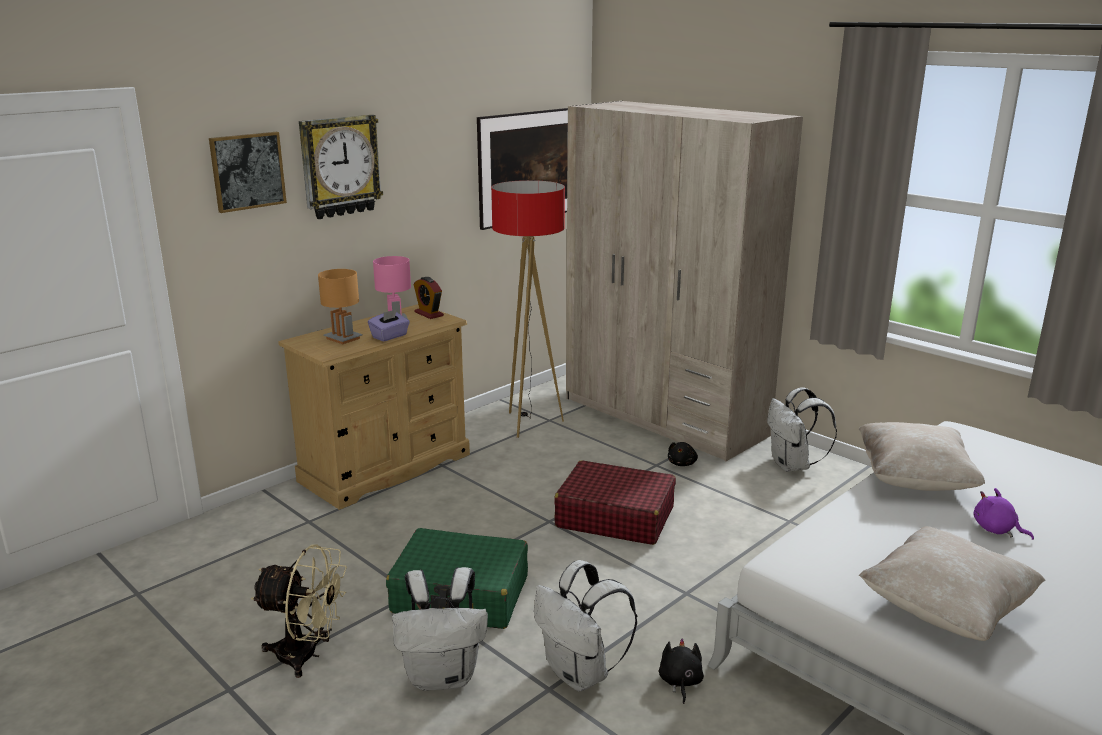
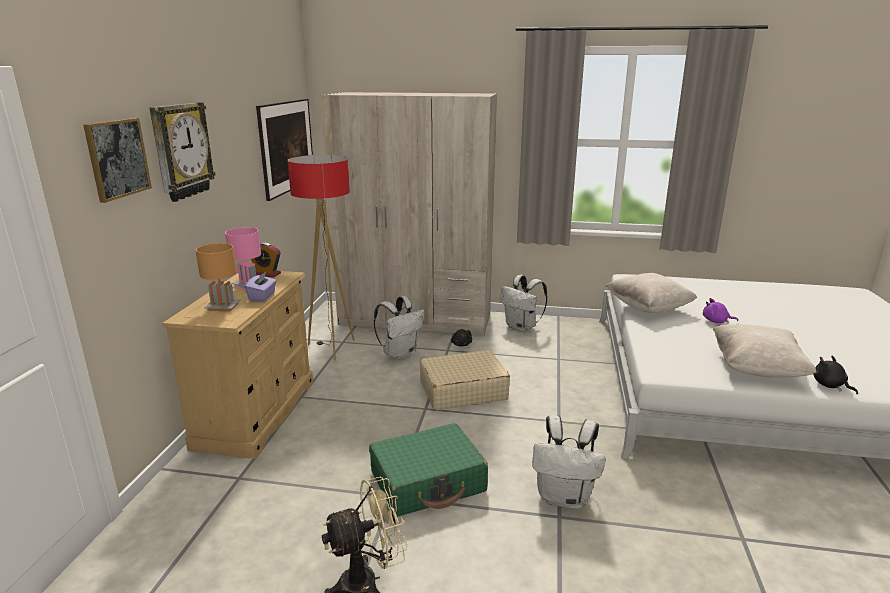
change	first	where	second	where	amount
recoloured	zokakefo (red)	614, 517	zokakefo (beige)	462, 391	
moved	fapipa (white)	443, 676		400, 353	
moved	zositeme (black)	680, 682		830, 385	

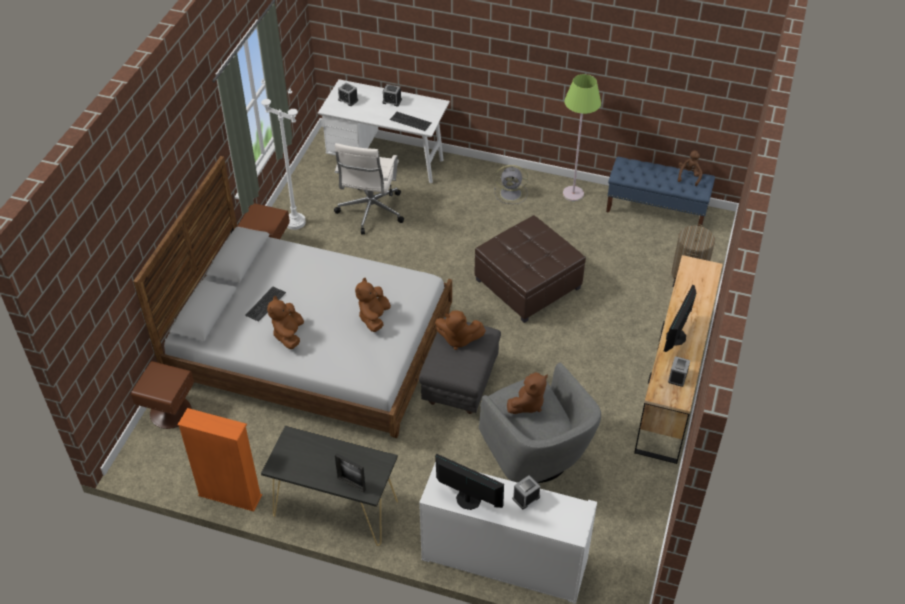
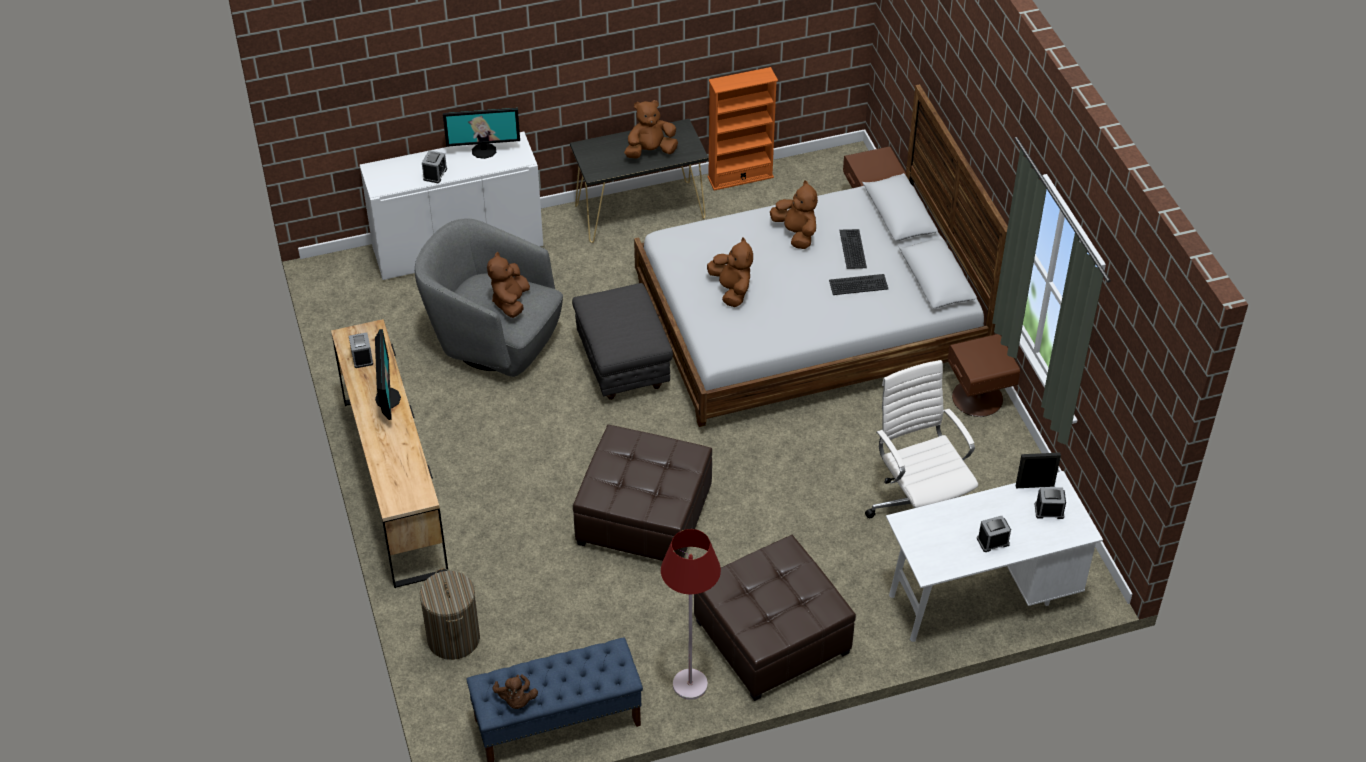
change	first	where	second	where	amount
recoloured	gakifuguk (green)	573, 194	gakifuguk (red)	690, 684	
removed	gakifuguk (white)	295, 222			
moved	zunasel	410, 121		858, 285	
replaced	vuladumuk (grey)	511, 193	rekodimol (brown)	771, 638	
moved	zositeme (brown)	458, 339		650, 151	
moved	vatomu	351, 484		1034, 486	

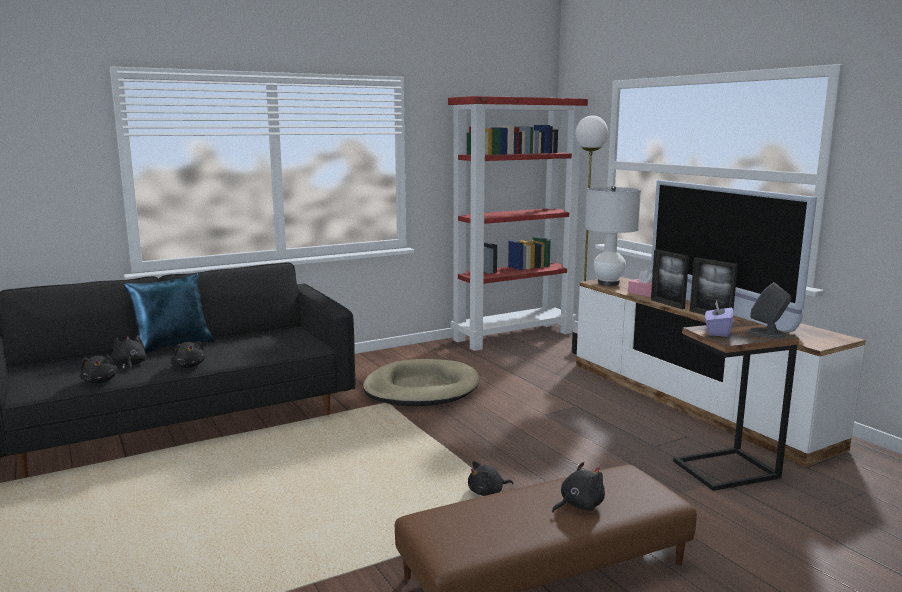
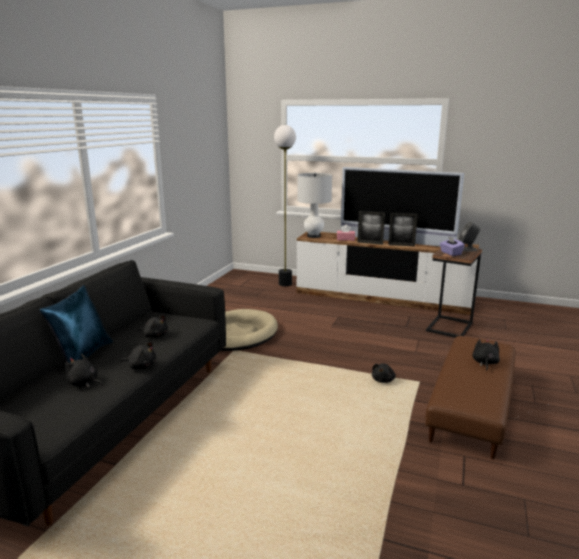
change	first	where	second	where	amount
removed	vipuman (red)	514, 336			
moved	zositeme (black)	99, 381		154, 335	

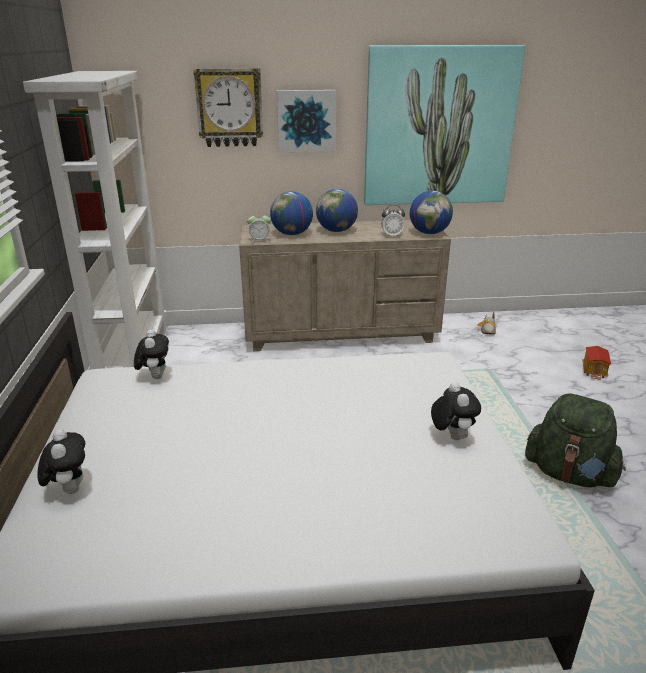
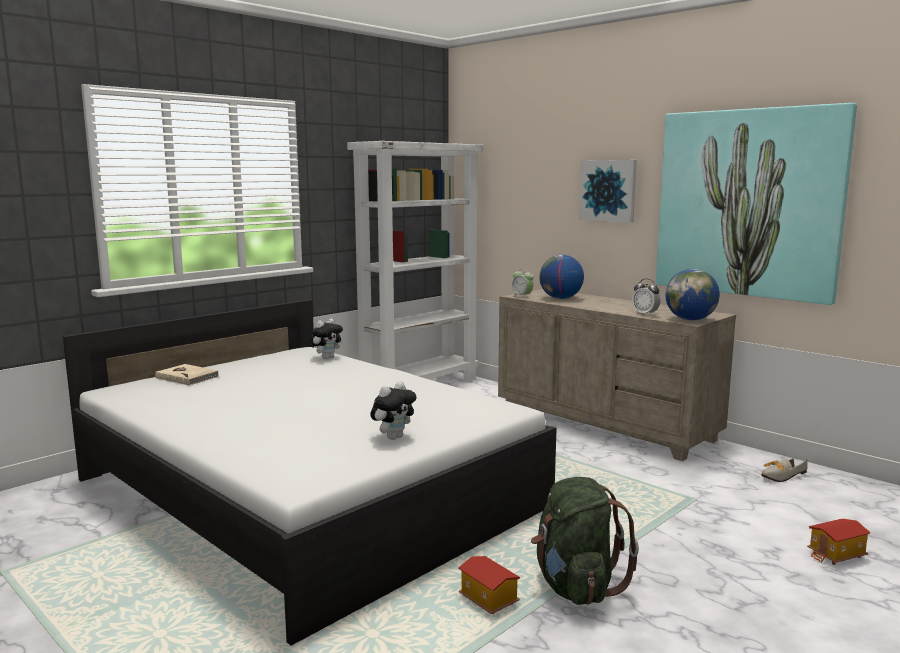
change	first	where	second	where	amount
removed	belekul	229, 108			
removed	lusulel	336, 231			
replaced	zositeme	69, 489	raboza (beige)	187, 377	
added			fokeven	487, 601	

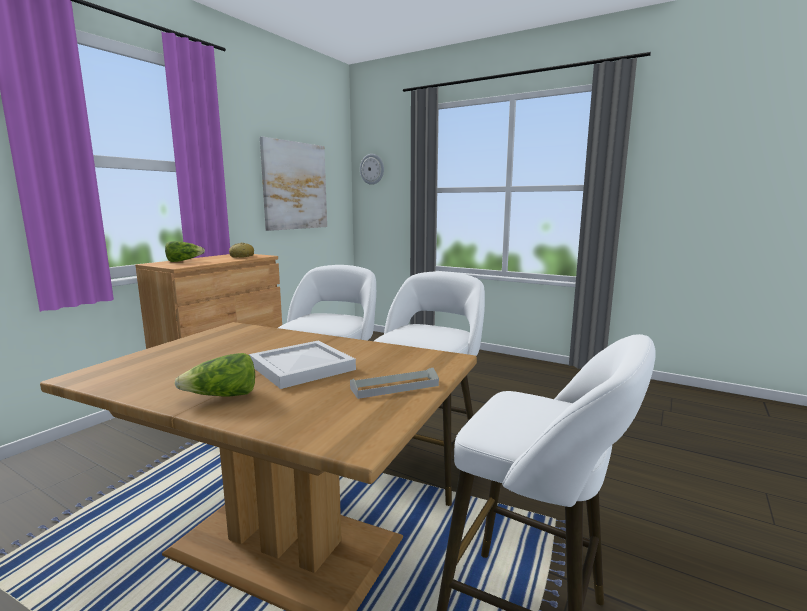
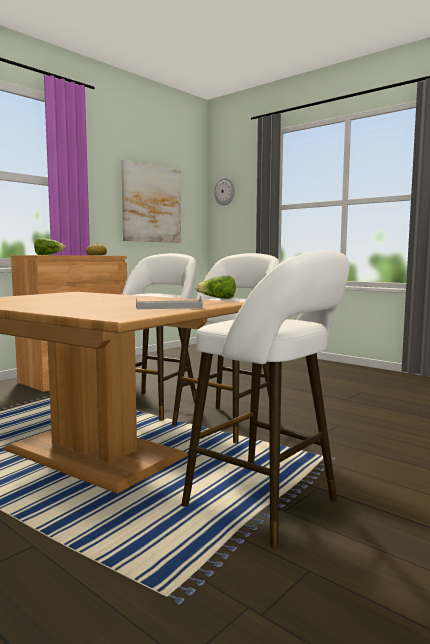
change	first	where	second	where	amount
removed	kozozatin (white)	303, 367			
moved	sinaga	222, 396		217, 298	

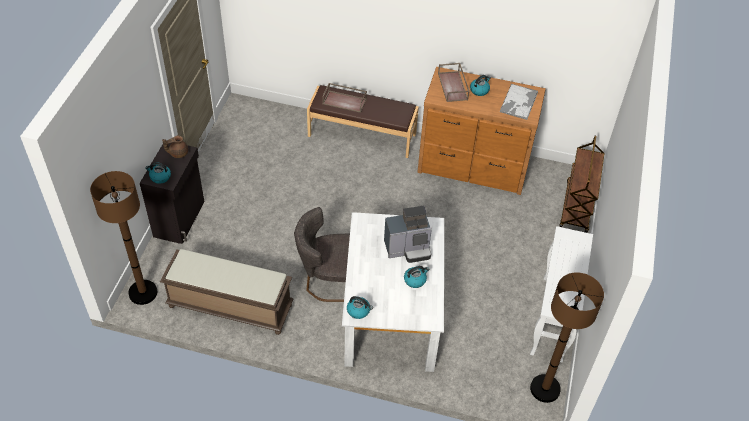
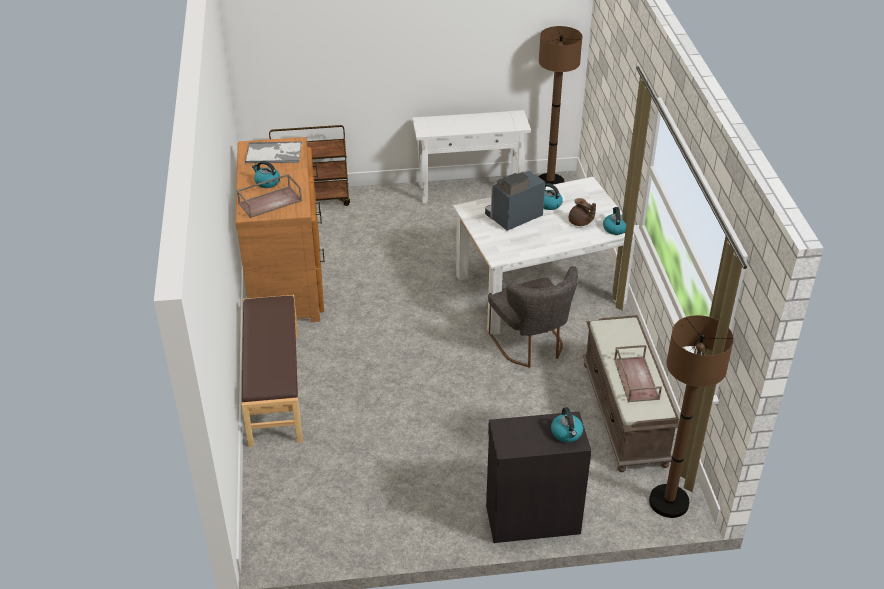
change	first	where	second	where	amount
moved	kozozatin (brown)	345, 101		635, 378	
moved	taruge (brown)	178, 153		580, 222	
turned	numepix	408, 249		513, 217	90 degrees counterclockwise

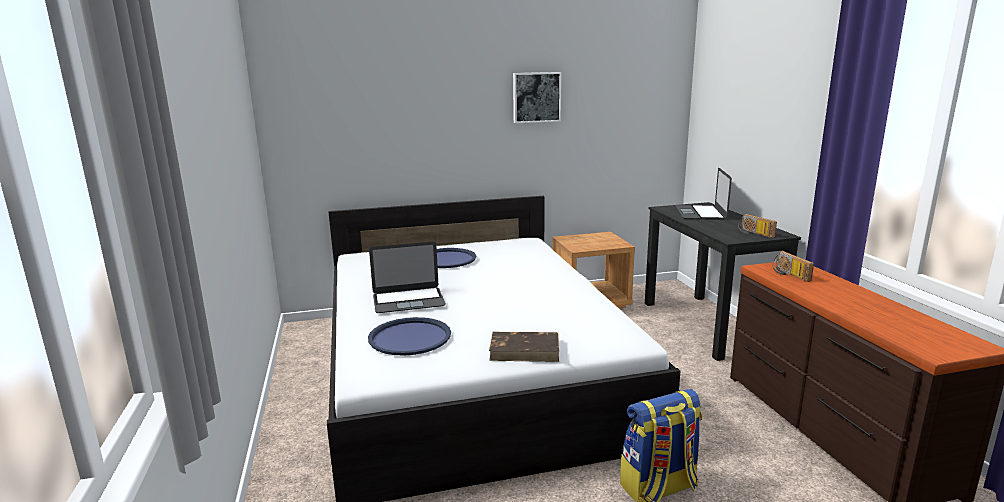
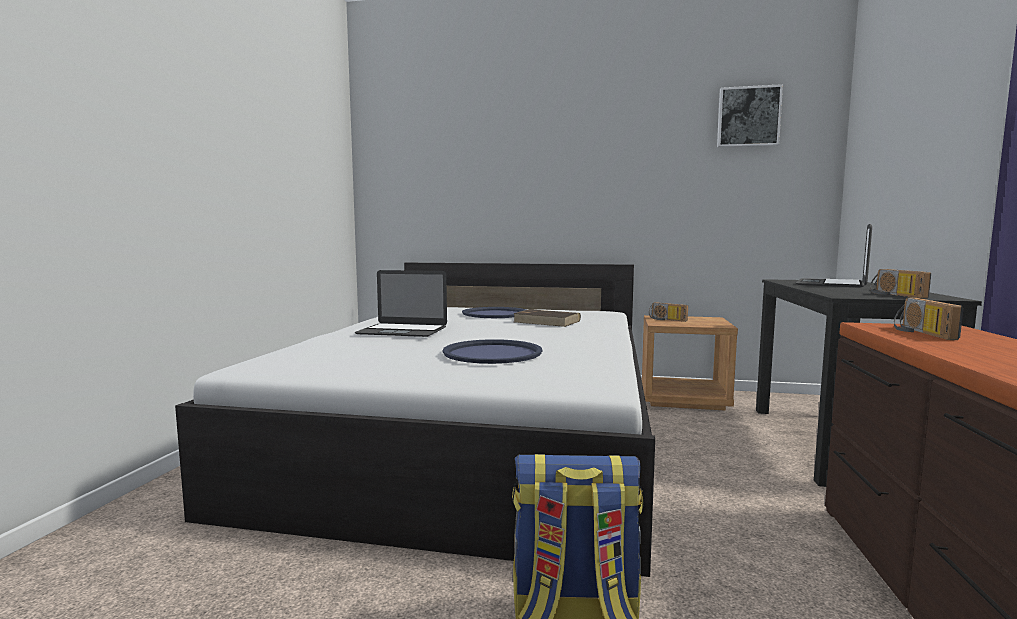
change	first	where	second	where	amount
moved	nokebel	536, 97		748, 117	
moved	kozozatin (blue)	410, 337		492, 353	
moved	raboza (brown)	525, 350		547, 321	
added			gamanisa	666, 320	

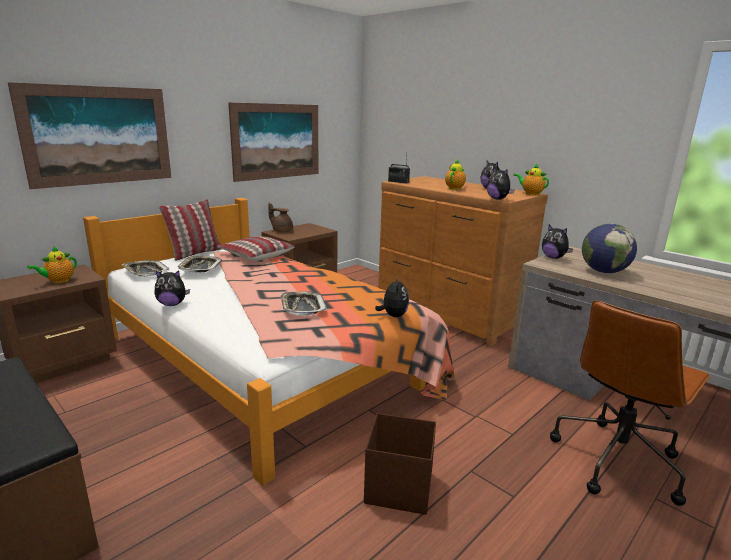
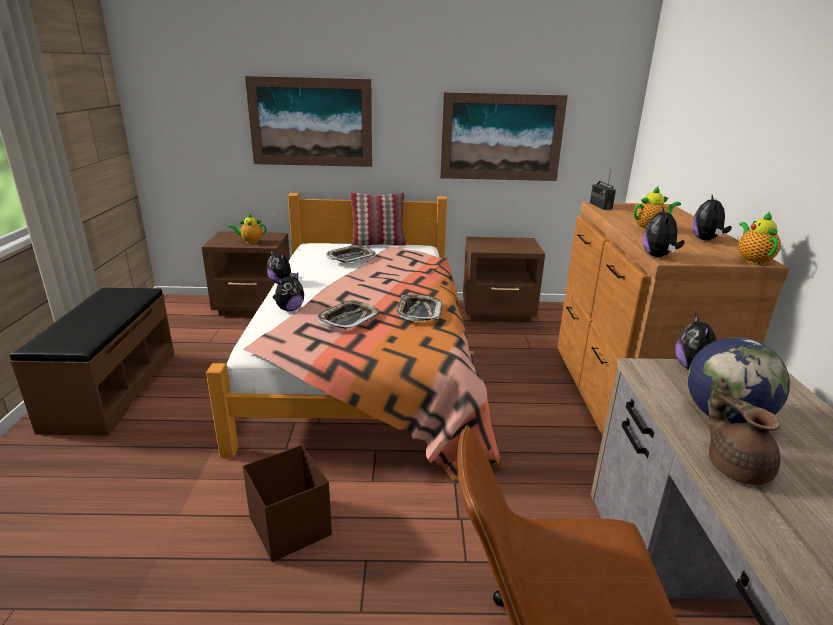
change	first	where	second	where	amount
moved	taruge (brown)	282, 231		736, 466	
removed	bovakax	256, 255			
moved	kozozatin	145, 272		419, 312	
moved	zositeme	393, 315		289, 309	

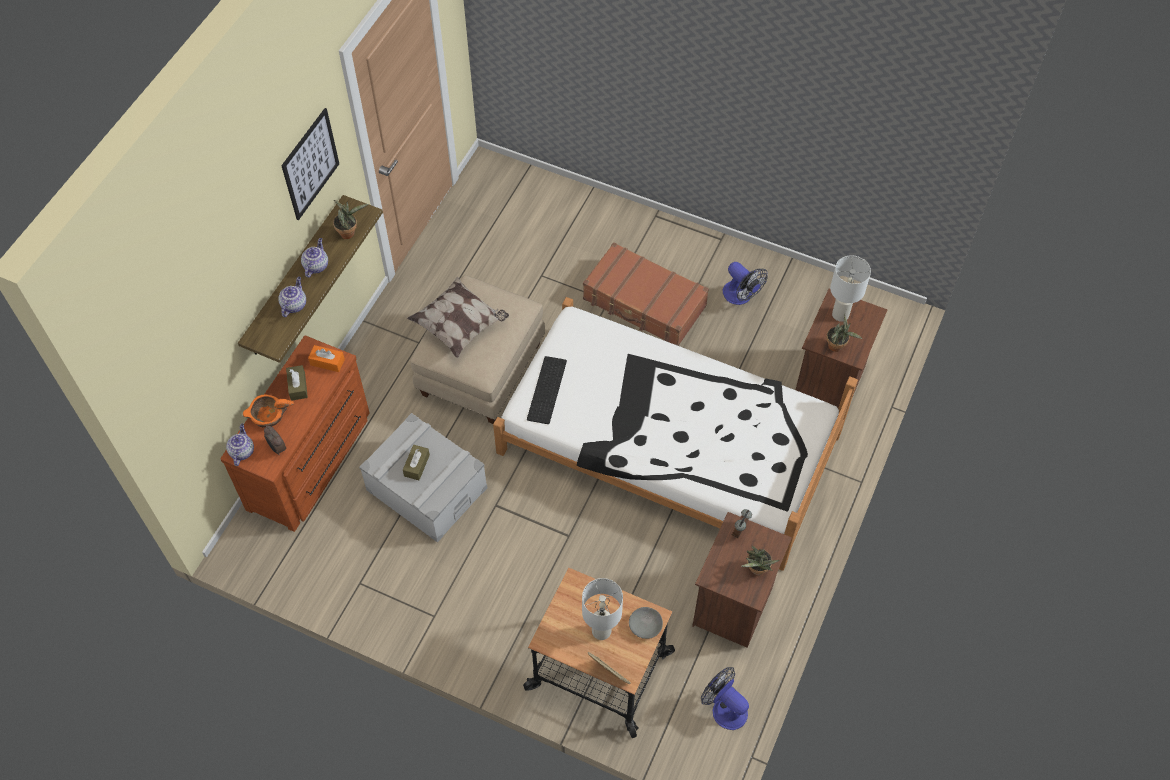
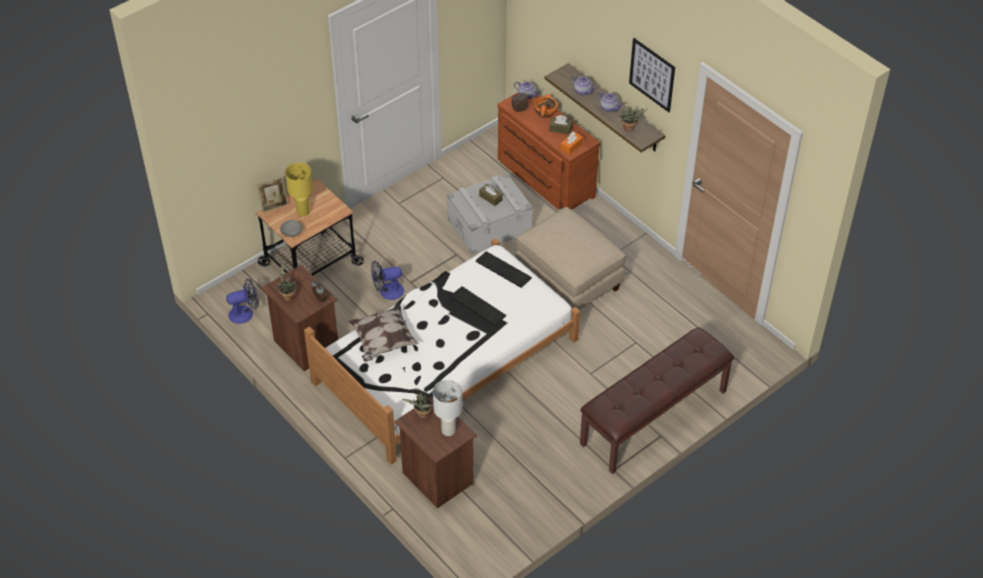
change	first	where	second	where	amount
removed	zokakefo (brown)	644, 303			
moved	vuladumuk	741, 296		387, 292	
moved	bovakax	459, 326		383, 341	
recoloured	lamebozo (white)	601, 631	lamebozo (yellow)	302, 211	
added			zunasel	476, 306	
added			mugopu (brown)	654, 418	

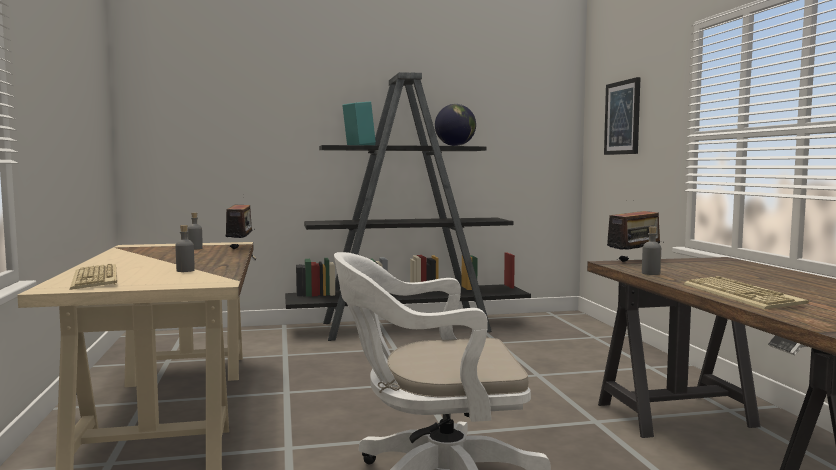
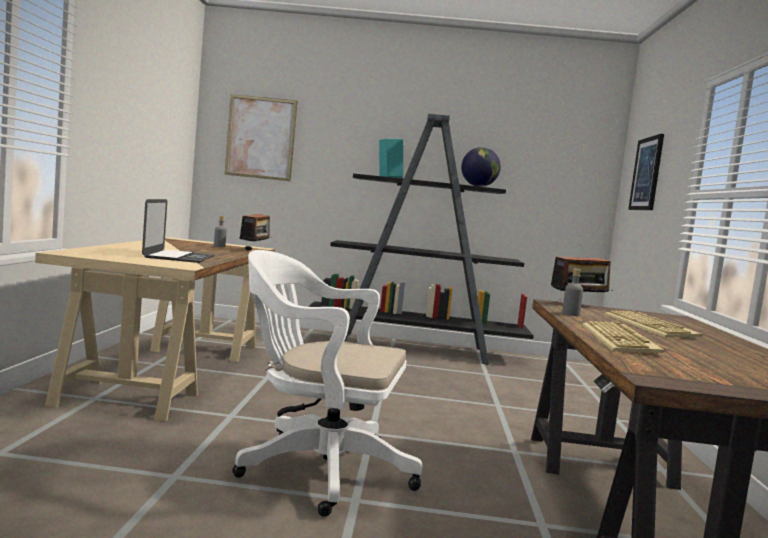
change	first	where	second	where	amount
replaced	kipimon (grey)	185, 270	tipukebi	179, 257	
moved	zunasel	97, 279		651, 326	
added			nokebel	260, 138	

